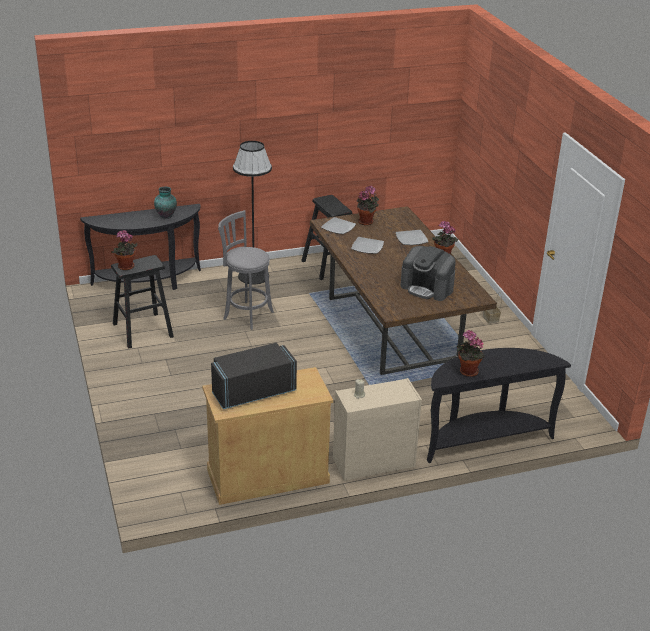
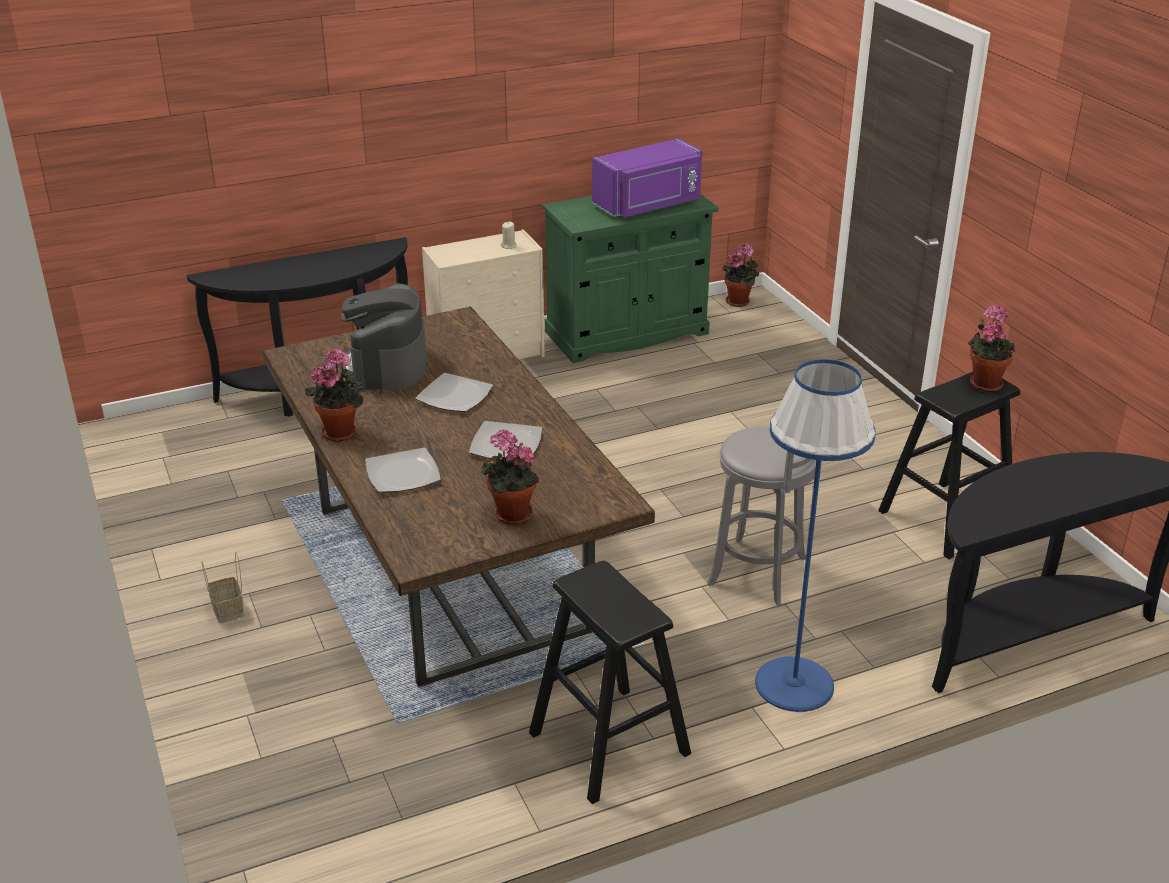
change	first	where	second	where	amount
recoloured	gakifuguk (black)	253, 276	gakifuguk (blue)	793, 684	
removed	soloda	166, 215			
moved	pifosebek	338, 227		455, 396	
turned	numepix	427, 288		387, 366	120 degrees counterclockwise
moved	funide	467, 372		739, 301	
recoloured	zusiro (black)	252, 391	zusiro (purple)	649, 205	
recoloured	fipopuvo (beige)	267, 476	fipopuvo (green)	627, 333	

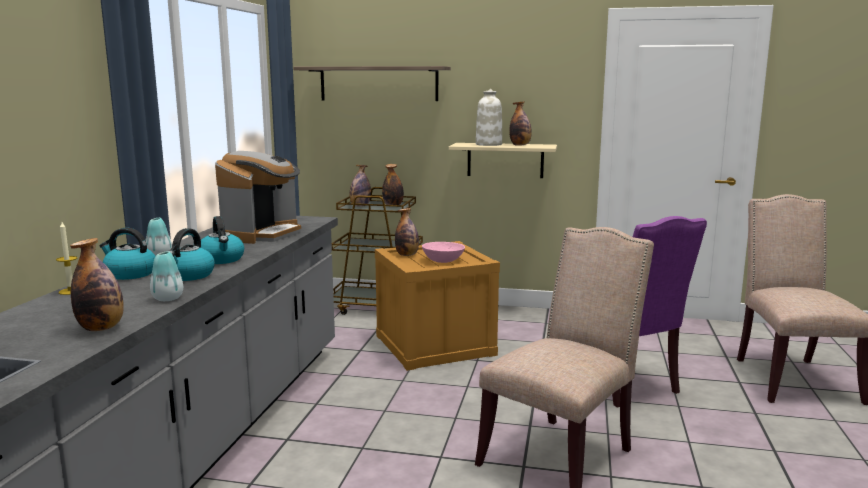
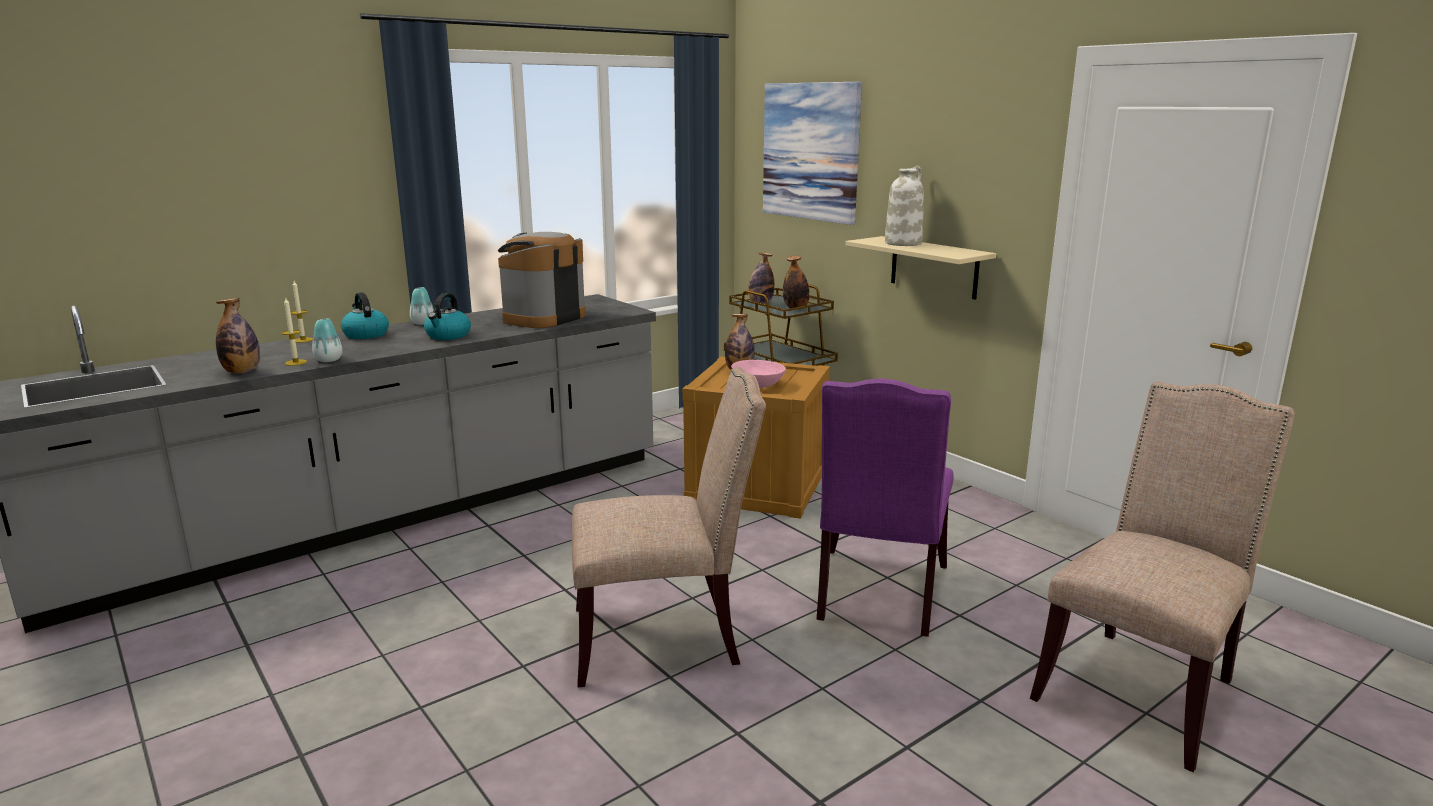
change	first	where	second	where	amount
replaced	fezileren	378, 84	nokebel	810, 151	
removed	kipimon	520, 145			
turned	numepix	262, 234		543, 318	150 degrees clockwise
removed	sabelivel	189, 275			
added			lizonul	295, 362	

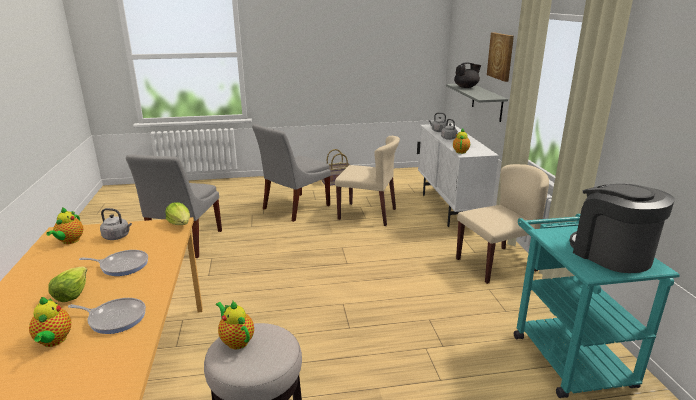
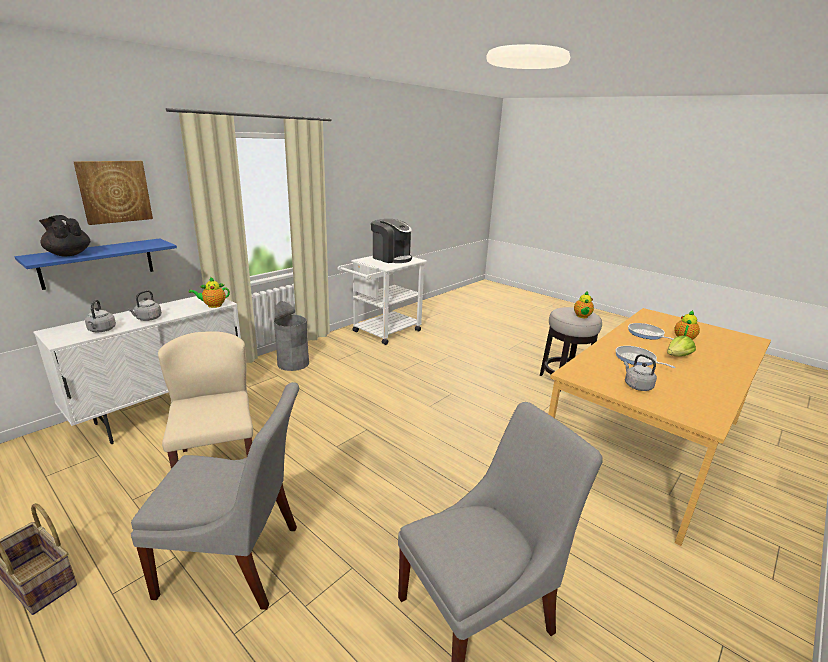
change	first	where	second	where	amount
recoloured	fezileren (grey)	487, 102	fezileren (blue)	97, 263	
replaced	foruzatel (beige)	496, 264	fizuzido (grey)	293, 363	
turned	numepix	611, 254		391, 258	75 degrees counterclockwise
removed	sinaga	180, 224			
removed	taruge	69, 241			
recoloured	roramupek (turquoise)	565, 353	roramupek (white)	382, 333	

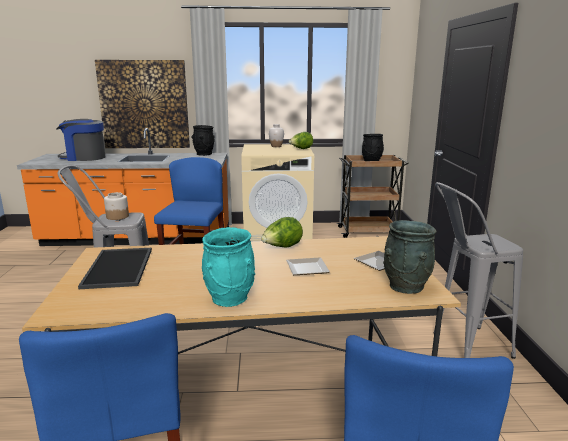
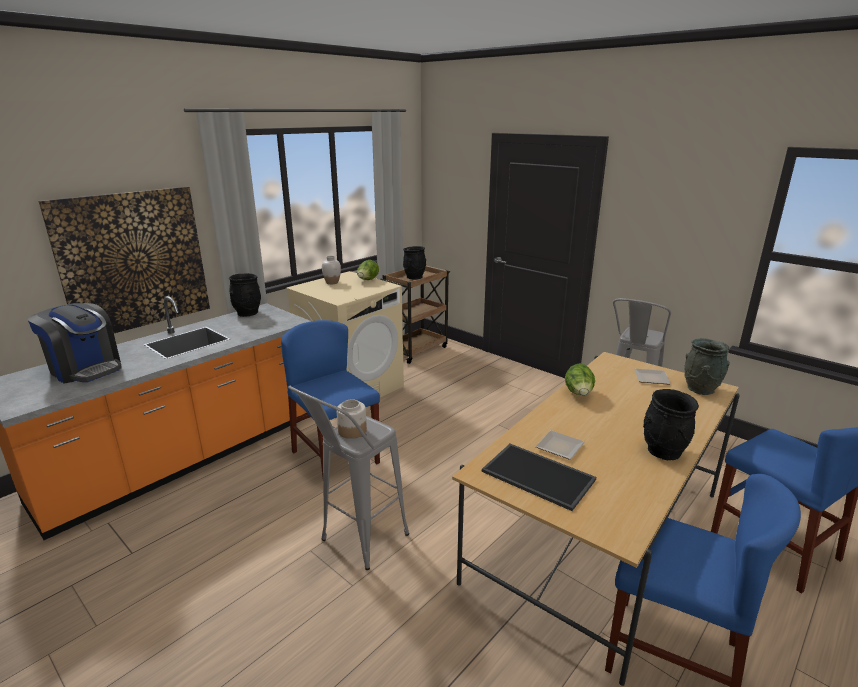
change	first	where	second	where	amount
turned	numepix	84, 158		86, 369	105 degrees counterclockwise
recoloured	soloda (turquoise)	229, 298	soloda (black)	663, 451	
moved	pifosebek	309, 269		561, 447	

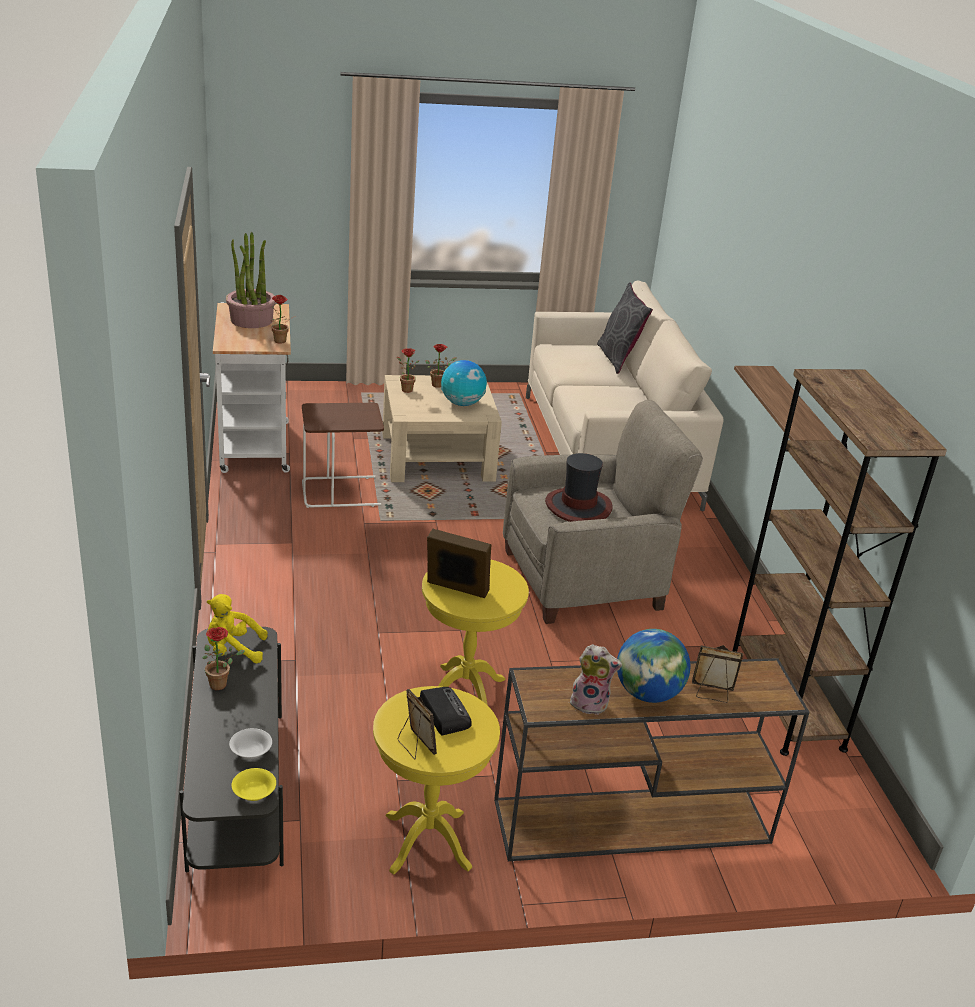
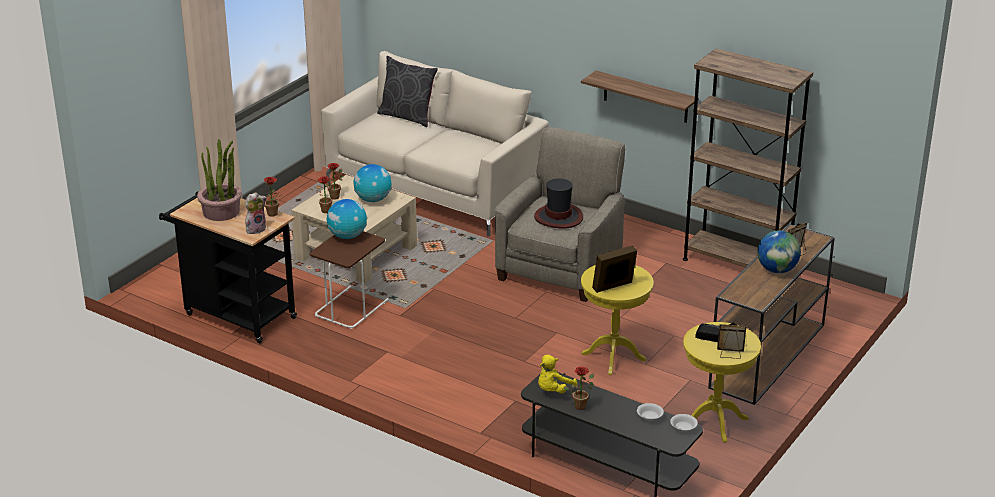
change	first	where	second	where	amount
recoloured	roramupek (white)	254, 443	roramupek (black)	235, 314	
moved	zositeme	590, 703		256, 229	
recoloured	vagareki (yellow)	254, 792	vagareki (white)	683, 427	
added			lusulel	347, 236	

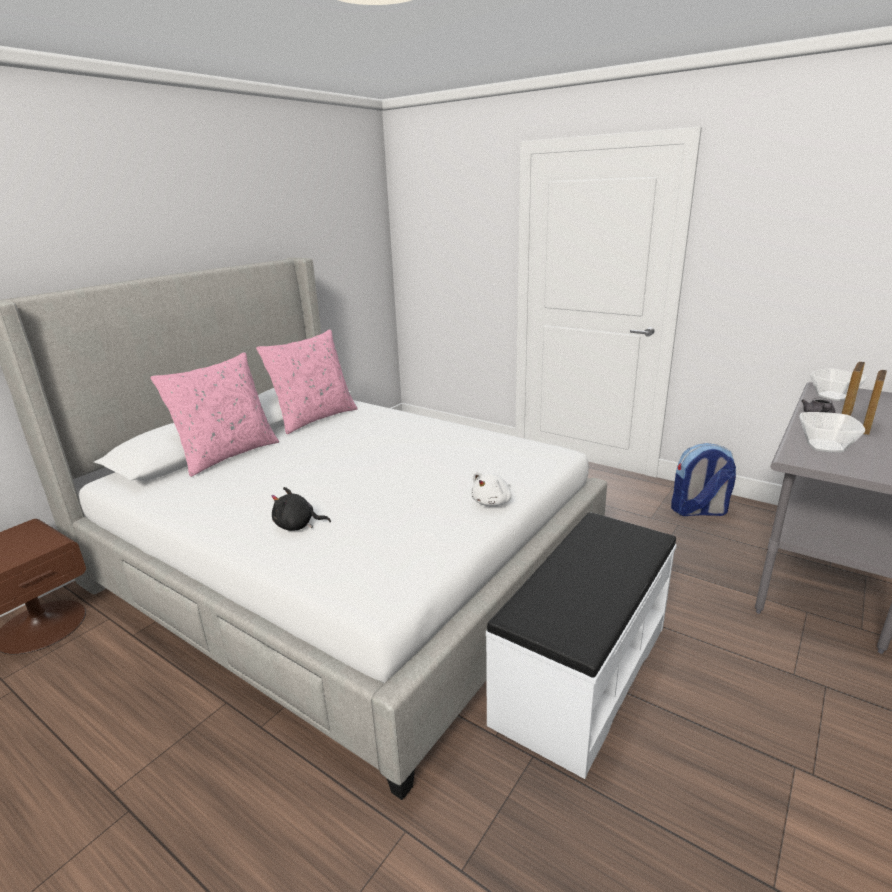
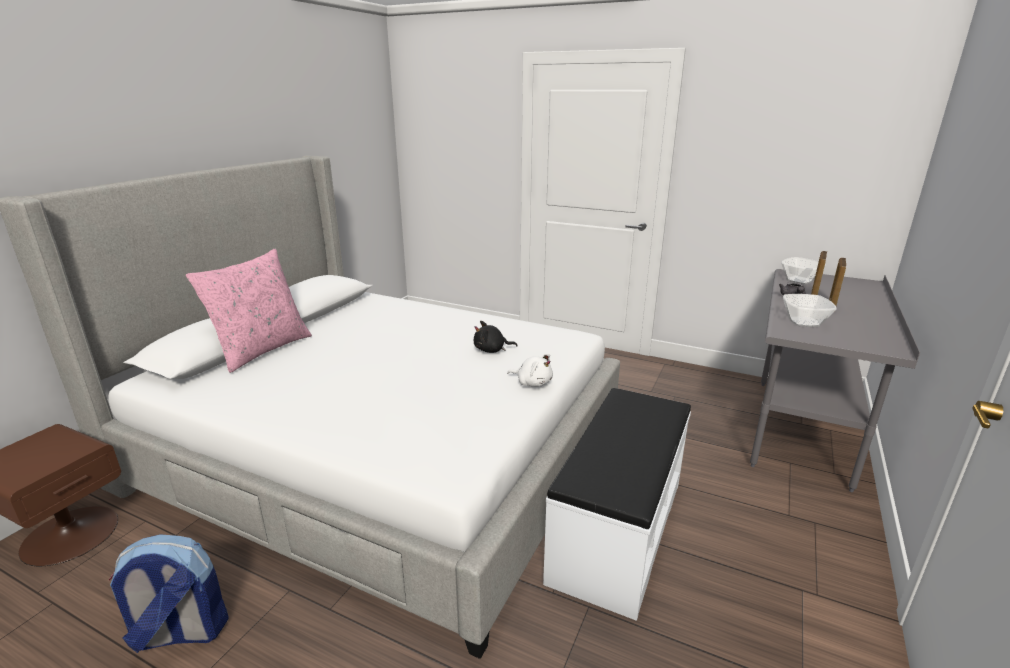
change	first	where	second	where	amount
removed	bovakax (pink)	314, 418			
moved	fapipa	698, 511		180, 633	
turned	zositeme (white)	493, 502		532, 383	90 degrees counterclockwise
moved	zositeme (black)	297, 525		491, 350	

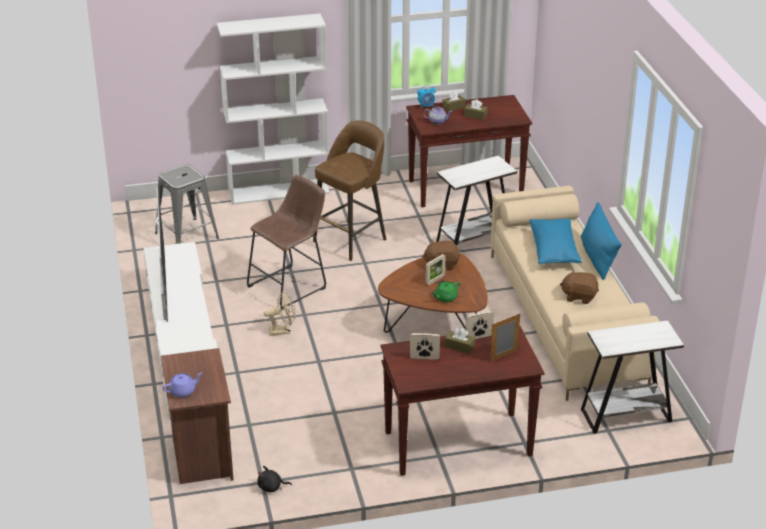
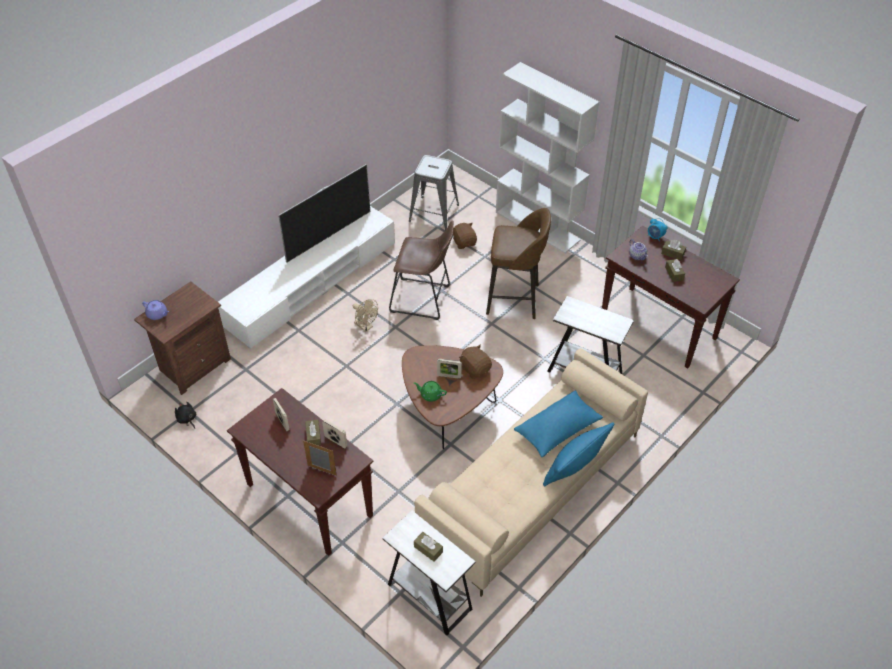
change	first	where	second	where	amount
moved	zositeme (brown)	579, 296		464, 242	
added			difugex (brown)	428, 549	

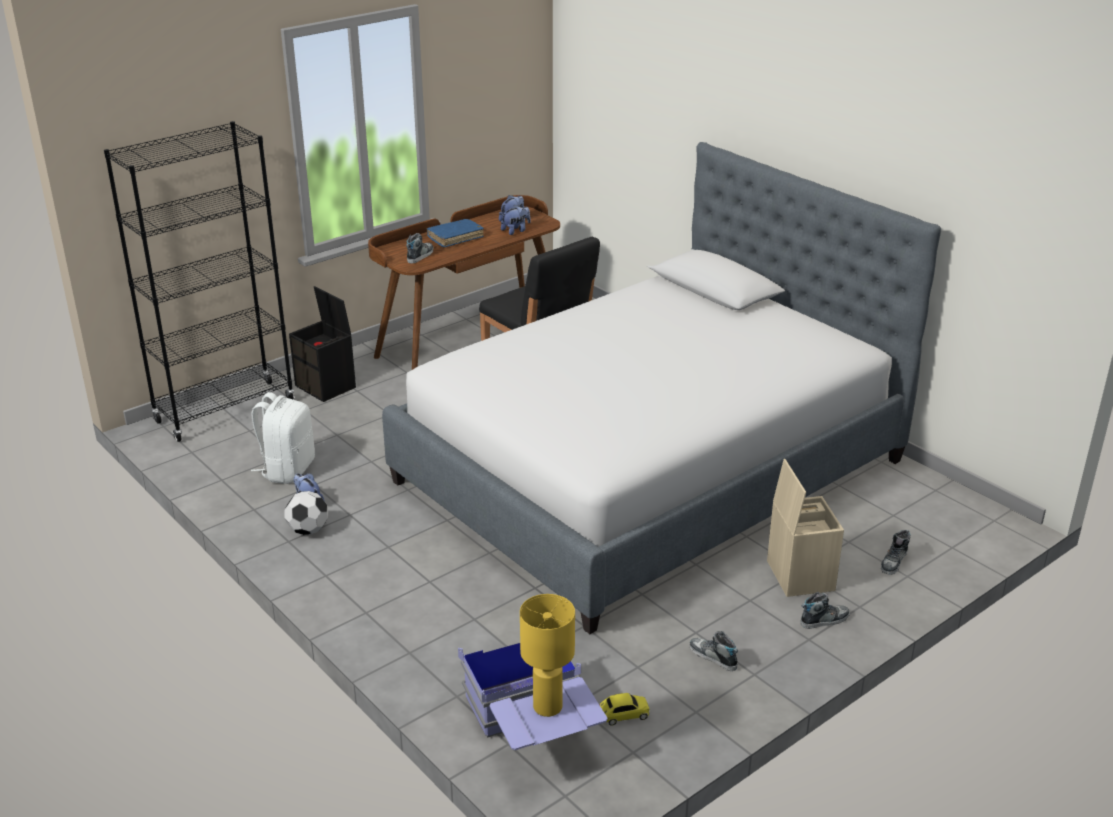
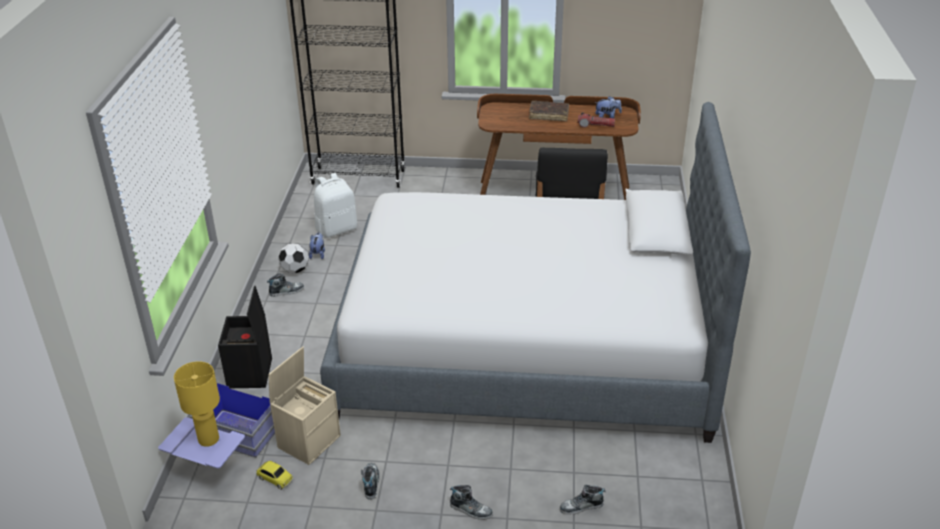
change	first	where	second	where	amount
replaced	zositeme	516, 231	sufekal	595, 125	
recoloured	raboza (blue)	455, 238	raboza (brown)	549, 115	
moved	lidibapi	420, 256		286, 291	
moved	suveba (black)	327, 386		250, 373	
moved	suveba (beige)	799, 575		309, 440	

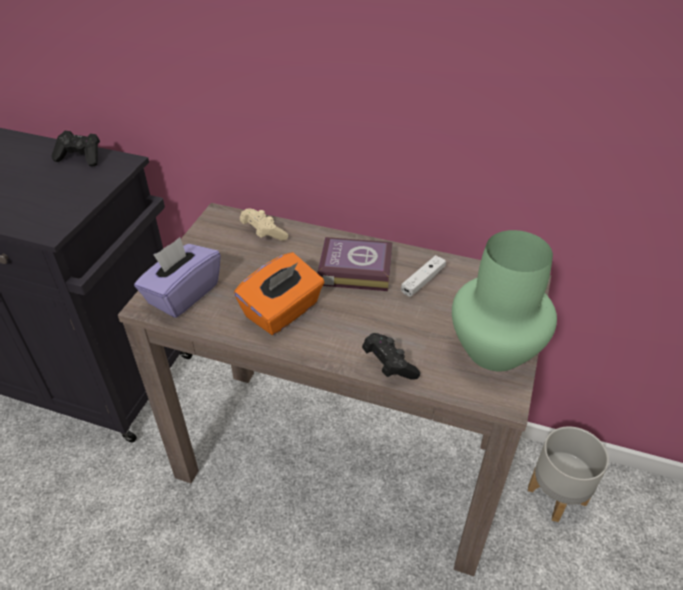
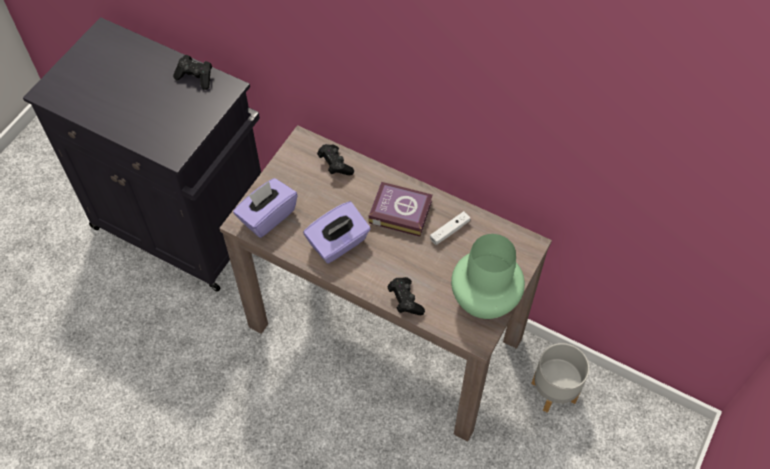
change	first	where	second	where	amount
recoloured	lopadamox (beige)	263, 233	lopadamox (black)	335, 165	
recoloured	difugex (orange)	282, 311	difugex (purple)	338, 243	

